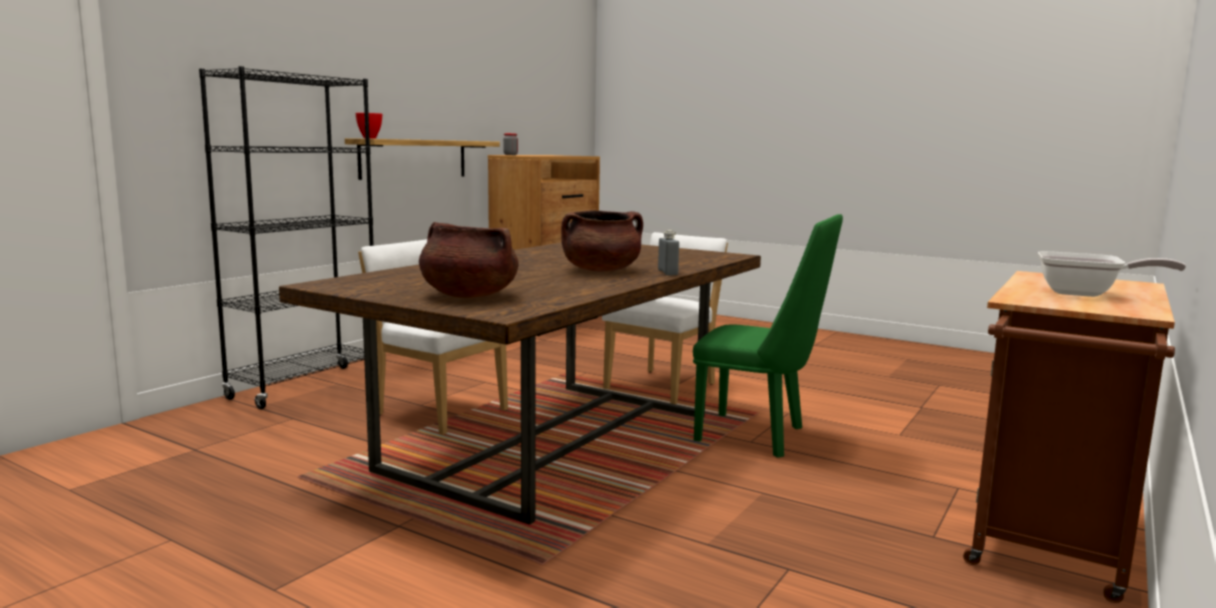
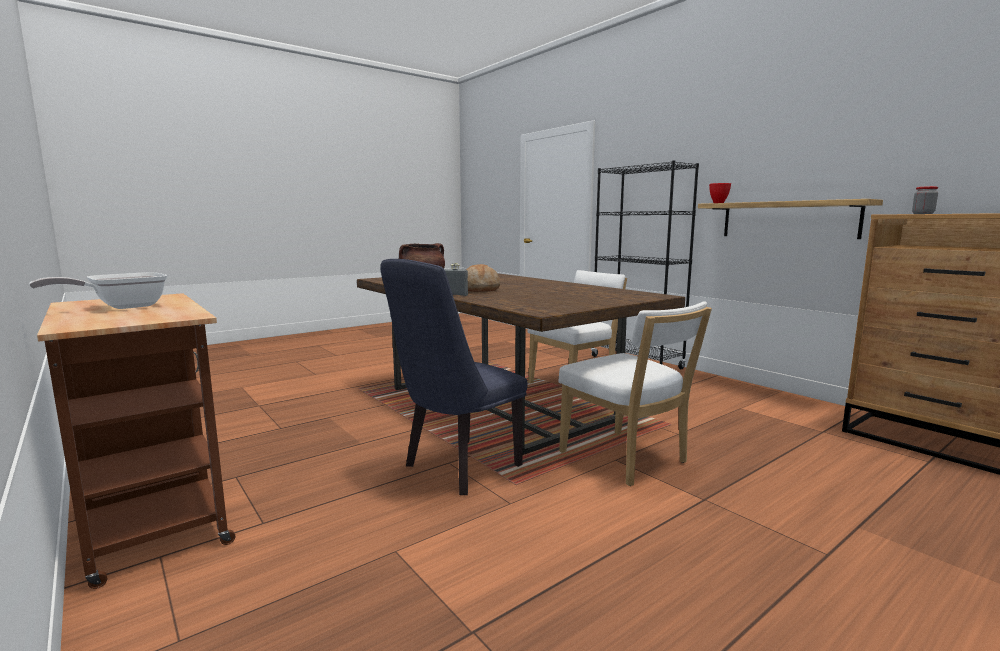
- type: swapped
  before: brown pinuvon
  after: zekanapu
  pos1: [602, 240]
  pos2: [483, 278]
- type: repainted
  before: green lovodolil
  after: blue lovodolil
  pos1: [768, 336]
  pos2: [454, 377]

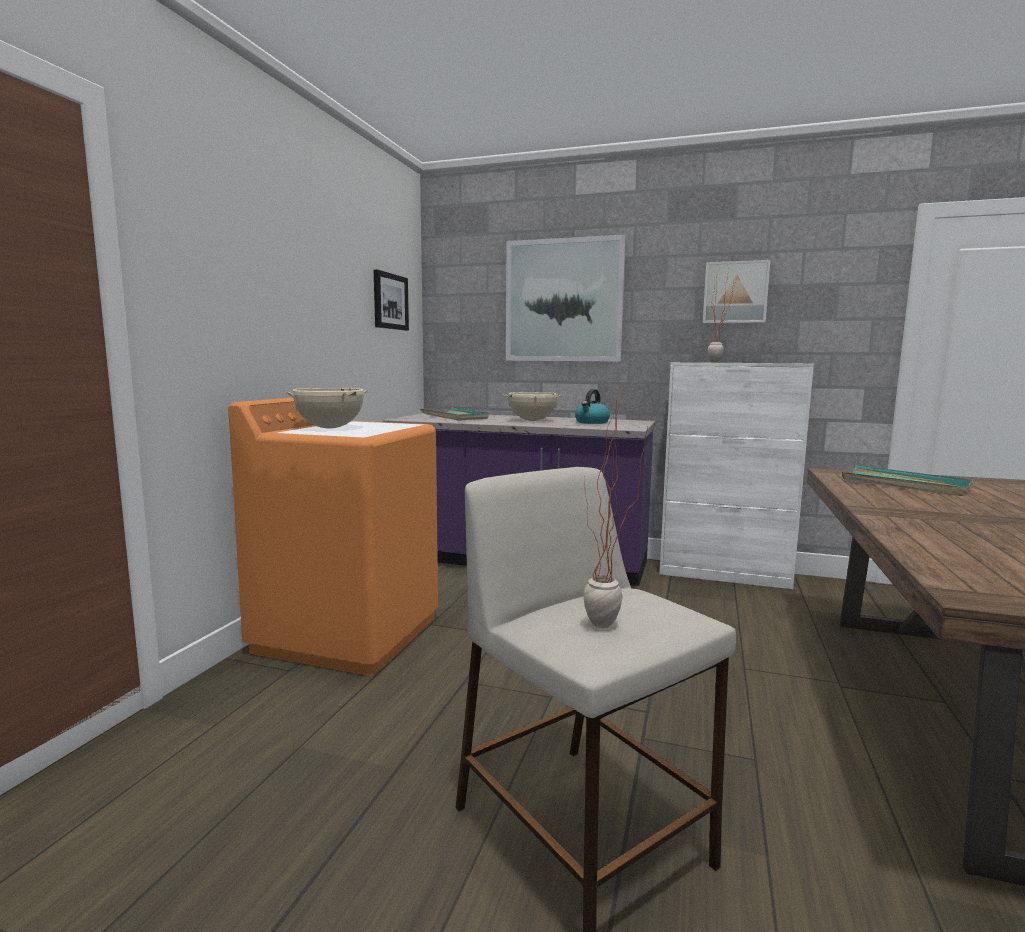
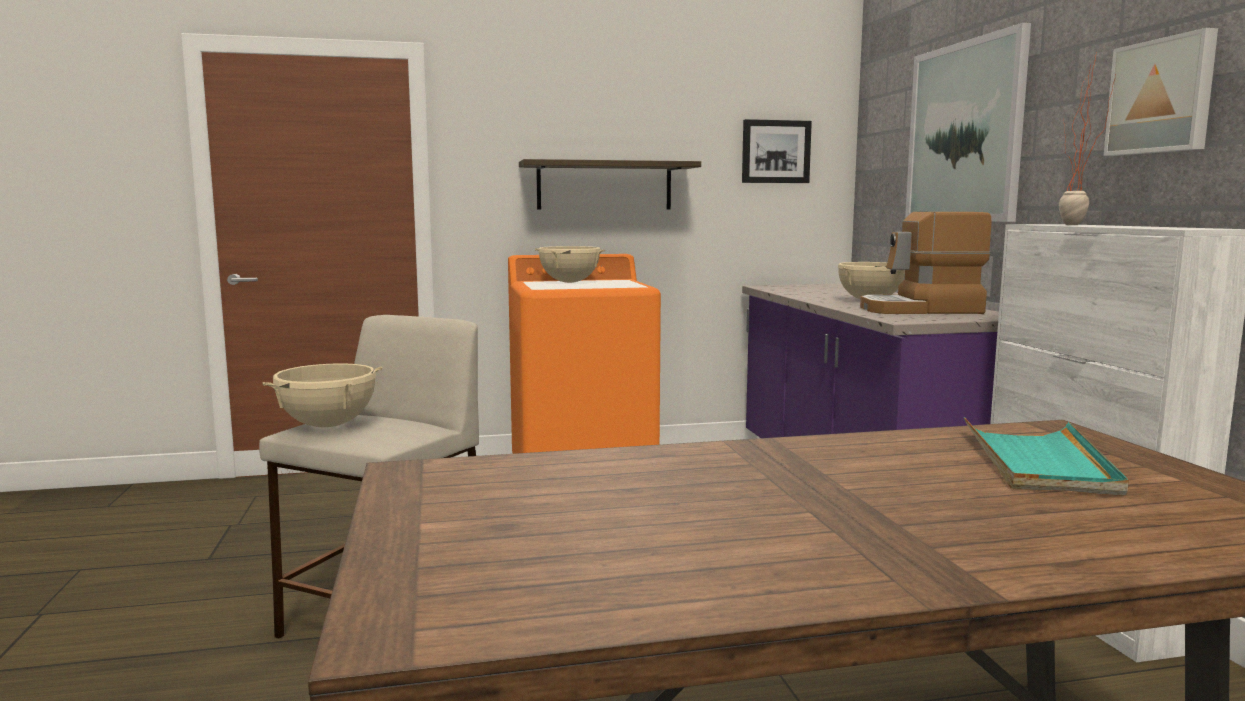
- type: gone
  before: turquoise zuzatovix
  pos1: [454, 414]
- type: swapped
  before: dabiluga
  after: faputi
  pos1: [592, 406]
  pos2: [926, 263]
- type: swapped
  before: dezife
  after: beige pinuvon
  pos1: [615, 507]
  pos2: [322, 395]
- type: new
  after: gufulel
  pos2: [610, 184]

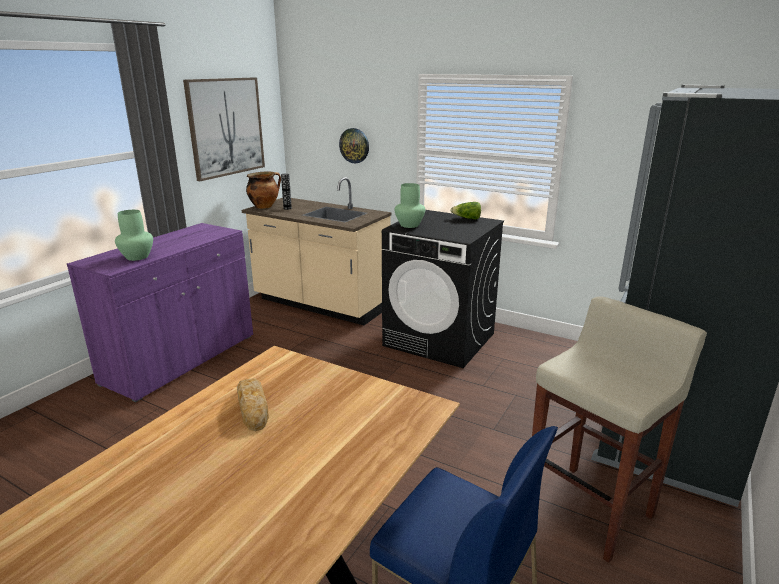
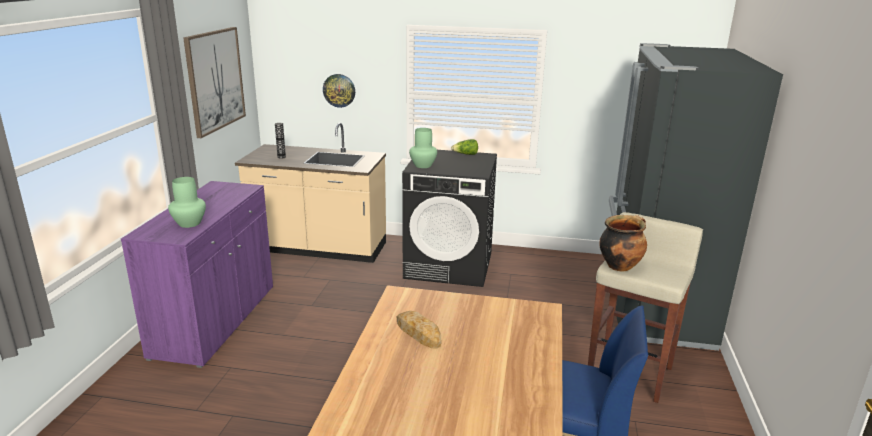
- type: shifted
  before: pinuvon
  pos1: [263, 190]
  pos2: [623, 243]

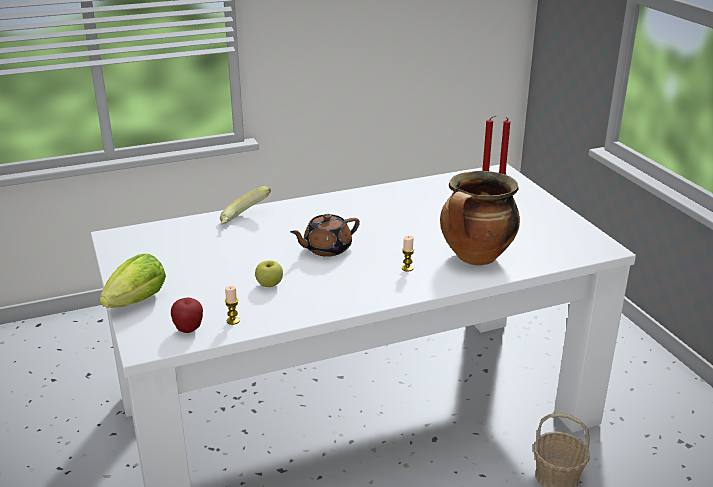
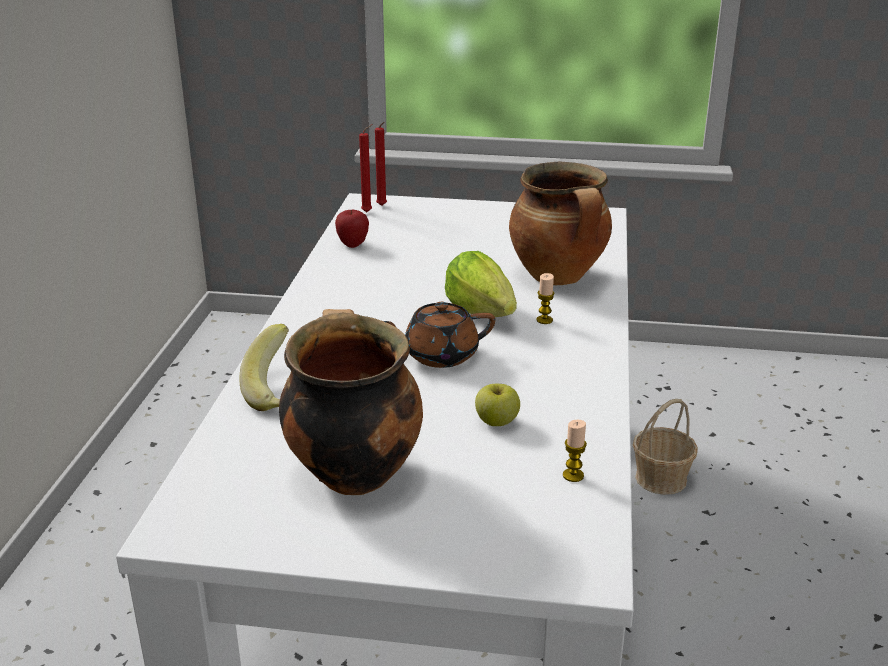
- type: shifted
  before: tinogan
  pos1: [133, 281]
  pos2: [481, 284]
- type: shifted
  before: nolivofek
  pos1: [187, 315]
  pos2: [352, 229]
- type: rotated
  before: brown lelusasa
  pos1: [325, 235]
  pos2: [439, 335]
  turn: 75
- type: new
  after: pinuvon
  pos2: [351, 402]

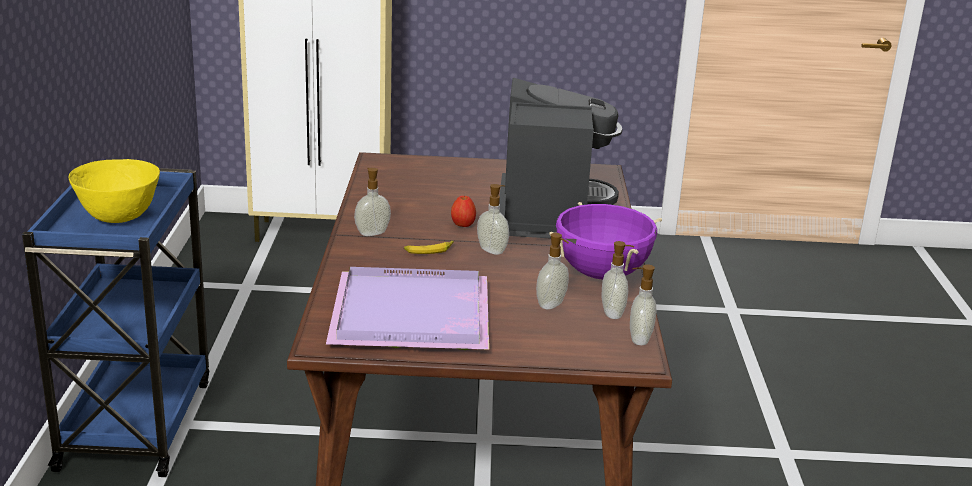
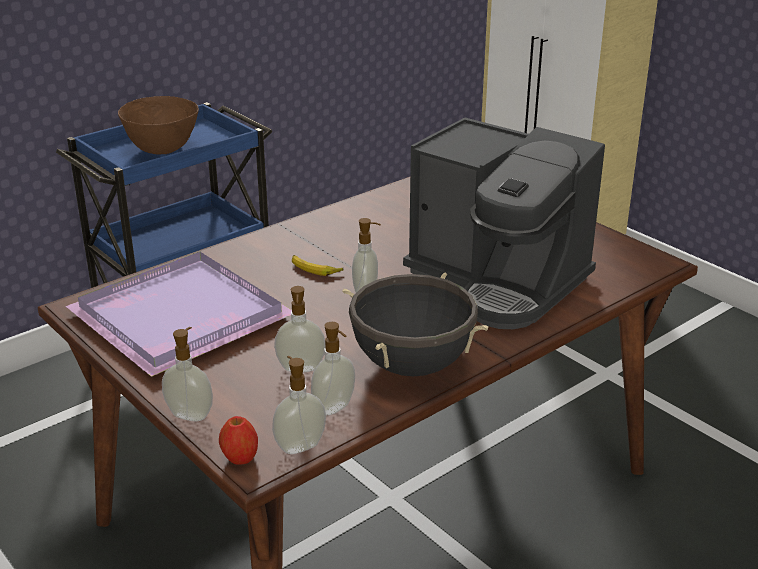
- type: repainted
  before: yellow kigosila
  after: brown kigosila
  pos1: [114, 191]
  pos2: [158, 125]
- type: shifted
  before: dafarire
  pos1: [372, 202]
  pos2: [187, 374]
- type: shifted
  before: nolivofek
  pos1: [463, 211]
  pos2: [238, 440]
- type: rotated
  before: faputi
  pos1: [560, 158]
  pos2: [504, 223]
  turn: 75
- type: repainted
  before: purple pinuvon
  after: black pinuvon
  pos1: [605, 241]
  pos2: [415, 324]

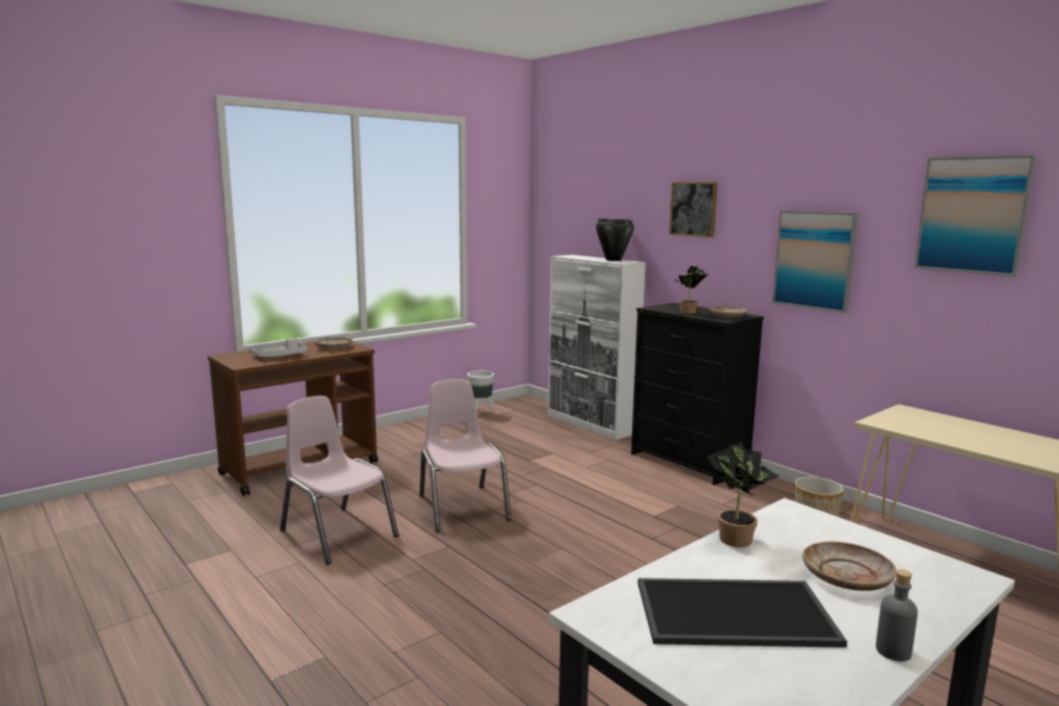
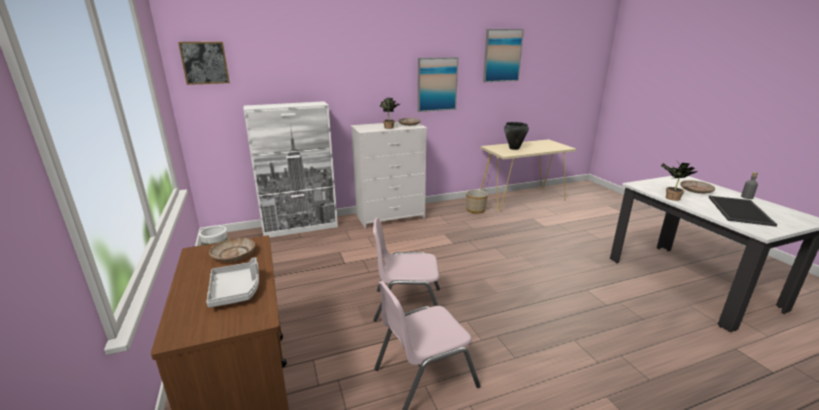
- type: shifted
  before: black pinuvon
  pos1: [615, 240]
  pos2: [516, 136]
- type: repainted
  before: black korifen
  after: white korifen
  pos1: [697, 394]
  pos2: [389, 175]
- type: shifted
  before: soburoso
  pos1: [693, 209]
  pos2: [204, 63]

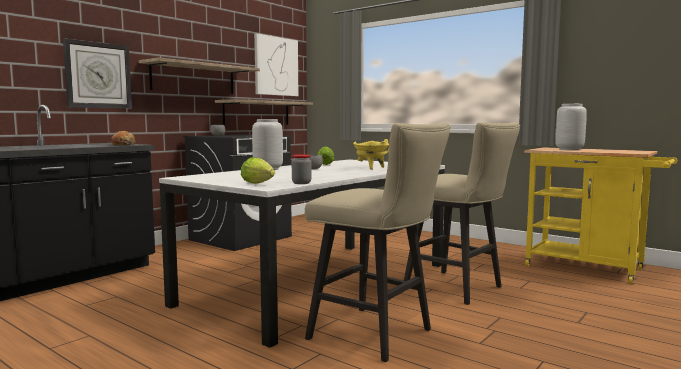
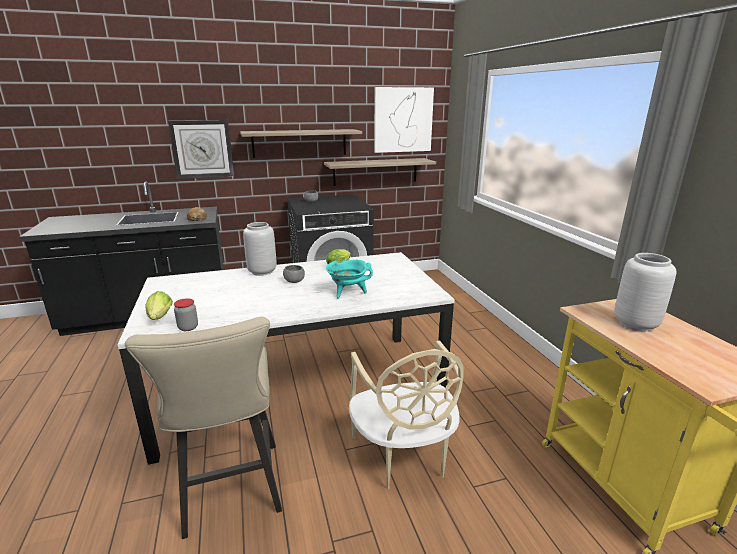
- type: repainted
  before: yellow pinuvon
  after: turquoise pinuvon
  pos1: [371, 154]
  pos2: [349, 279]
- type: swapped
  before: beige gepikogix
  after: beige lovodolil
  pos1: [462, 213]
  pos2: [406, 415]

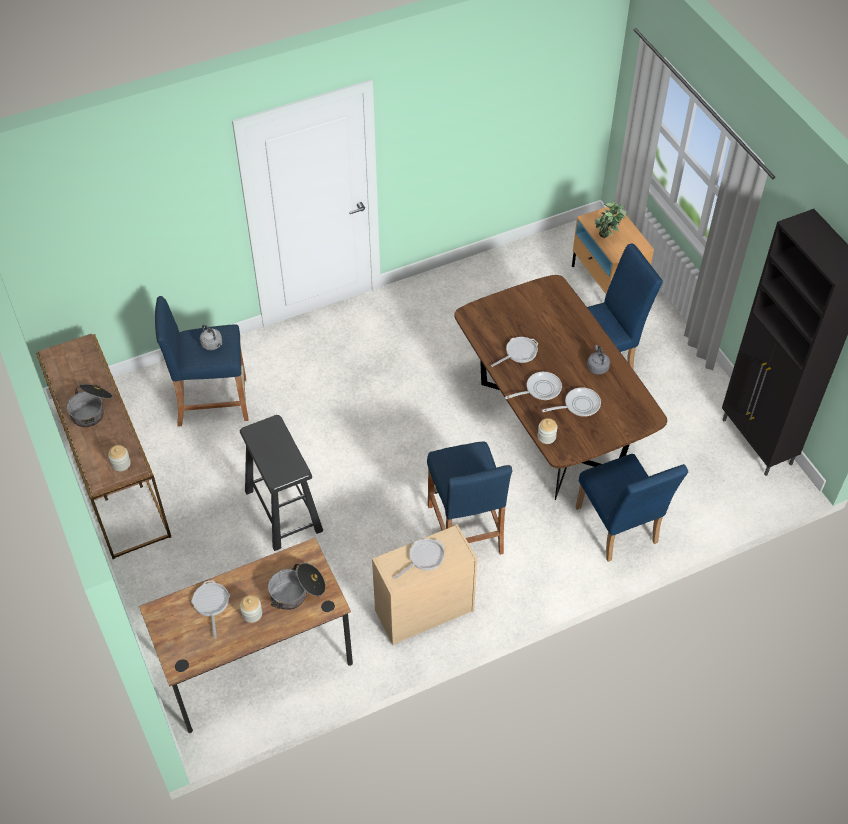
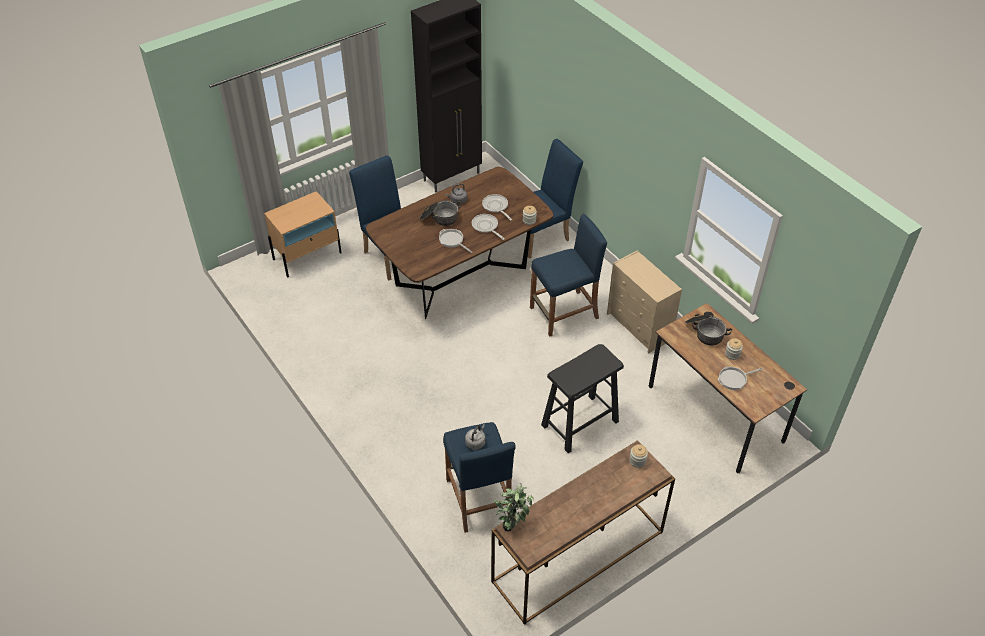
- type: shifted
  before: pinuvon
  pos1: [89, 405]
  pos2: [440, 213]
- type: gone
  before: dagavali
  pos1: [419, 559]
- type: shifted
  before: dezife
  pos1: [610, 220]
  pos2: [514, 507]

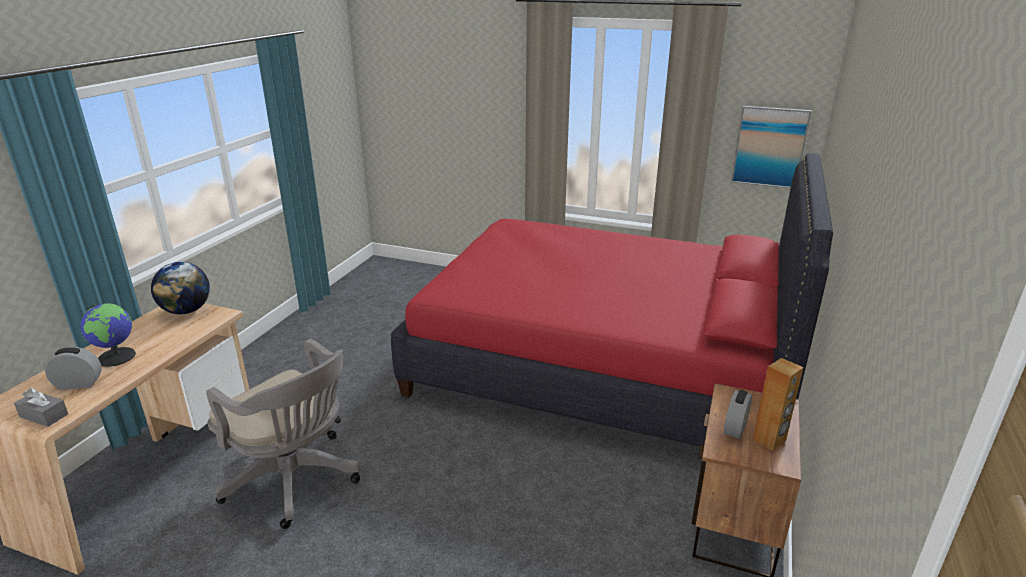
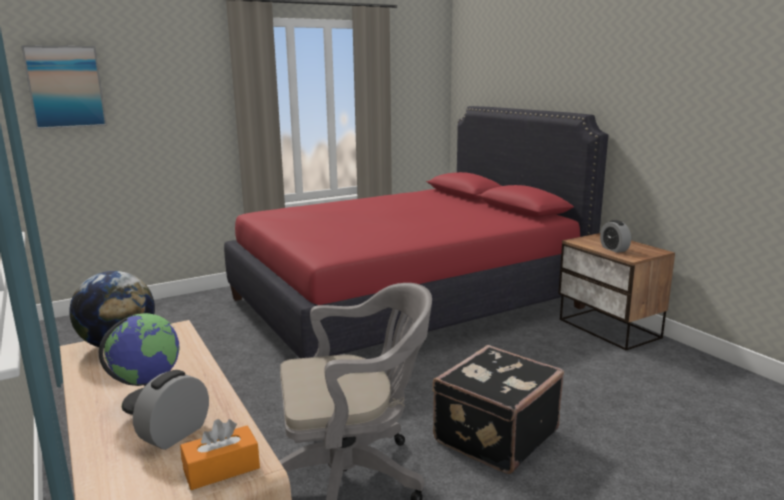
- type: repainted
  before: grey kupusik
  after: orange kupusik
  pos1: [41, 407]
  pos2: [220, 454]
- type: shifted
  before: soburoso
  pos1: [771, 147]
  pos2: [64, 87]
- type: gone
  before: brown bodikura
  pos1: [778, 404]
- type: new
  after: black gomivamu
  pos2: [498, 409]

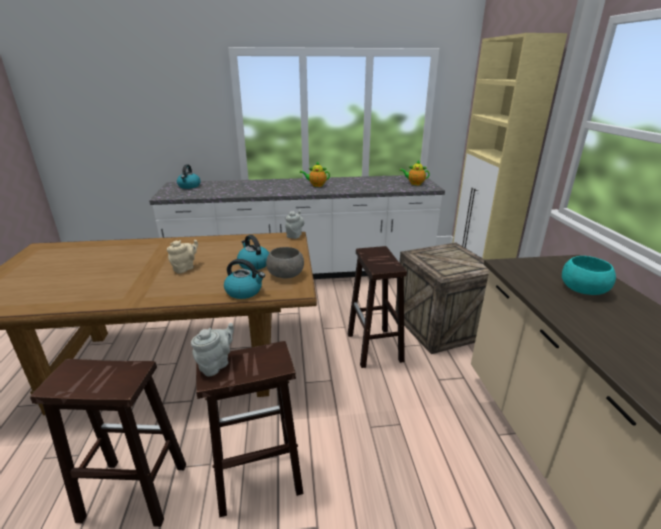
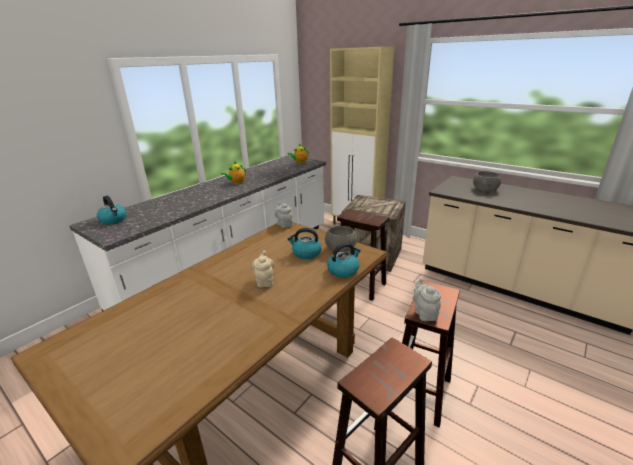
- type: repainted
  before: turquoise kigosila
  after: grey kigosila
  pos1: [589, 275]
  pos2: [487, 181]

